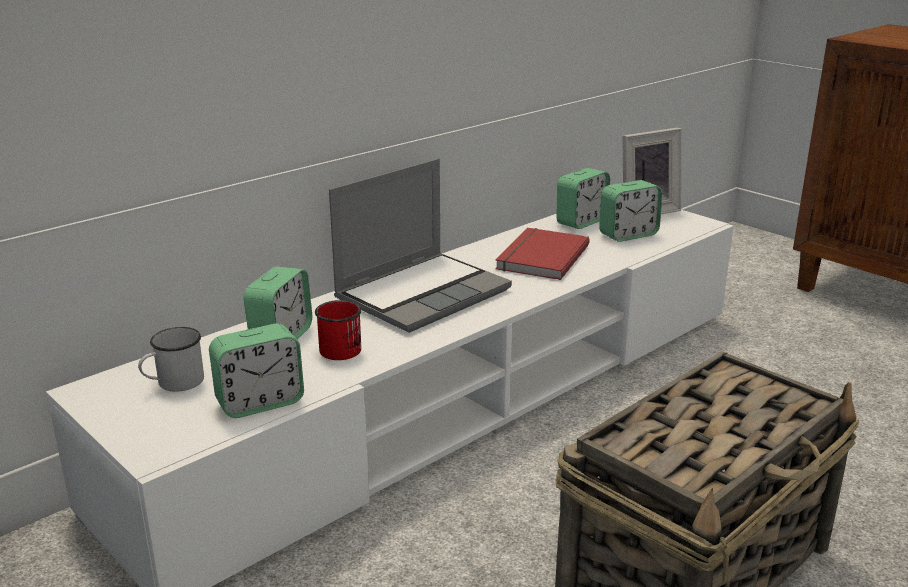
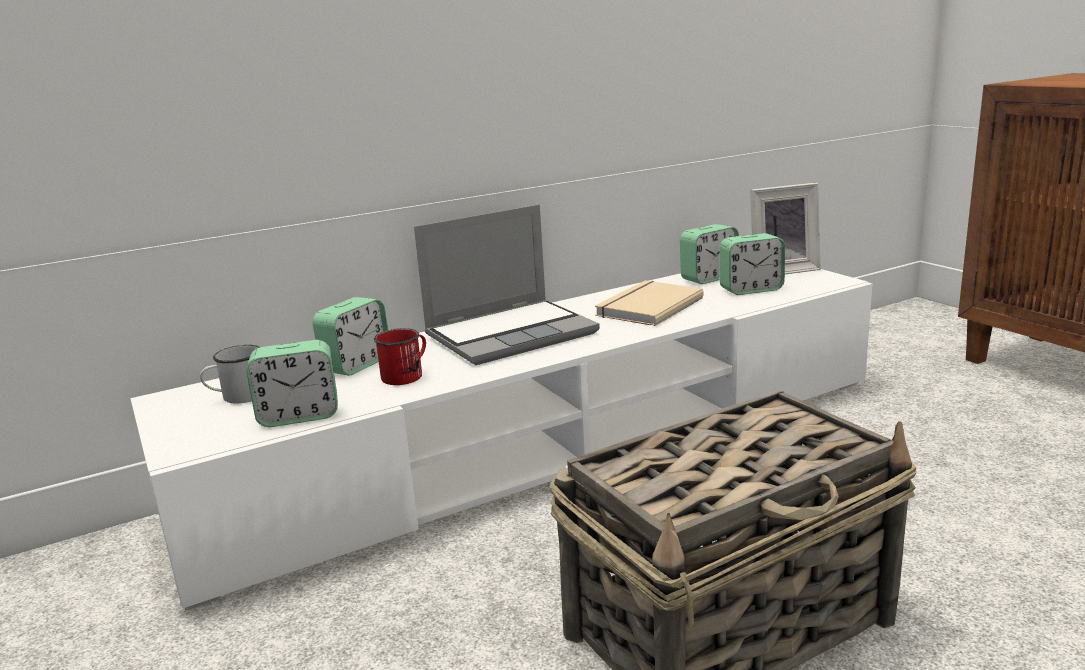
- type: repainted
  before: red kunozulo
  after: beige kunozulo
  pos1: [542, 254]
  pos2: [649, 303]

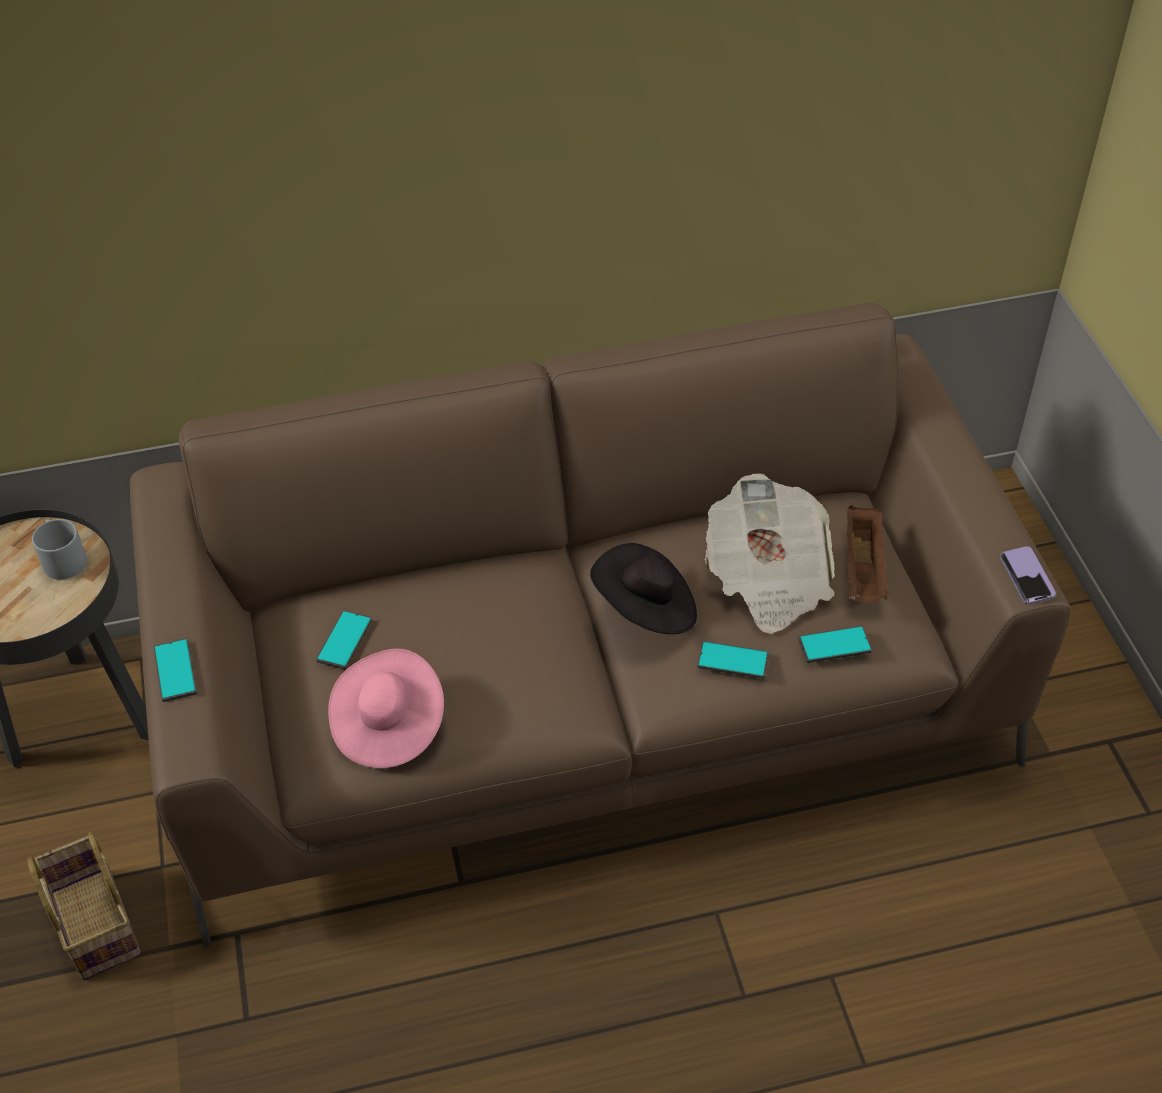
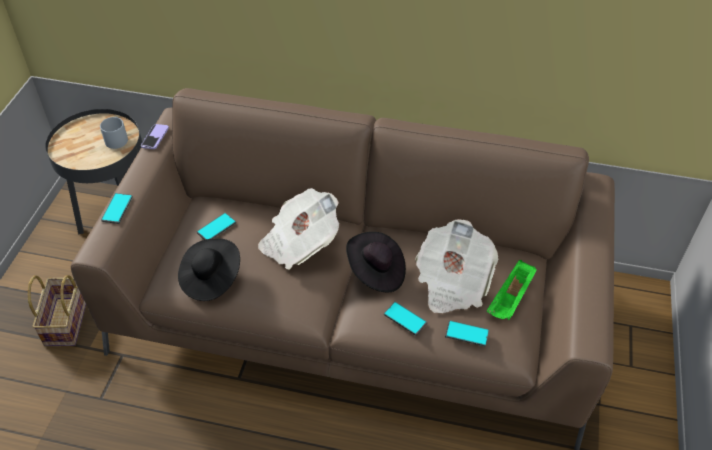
- type: repainted
  before: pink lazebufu
  after: black lazebufu
  pos1: [386, 708]
  pos2: [209, 269]
- type: repainted
  before: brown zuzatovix
  after: green zuzatovix
  pos1: [868, 554]
  pos2: [512, 290]
- type: shifted
  before: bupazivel
  pos1: [1028, 575]
  pos2: [155, 136]
- type: new
  after: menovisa
  pos2: [298, 229]

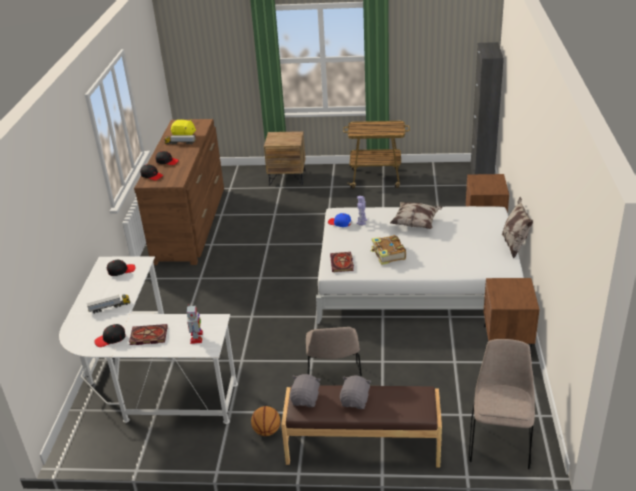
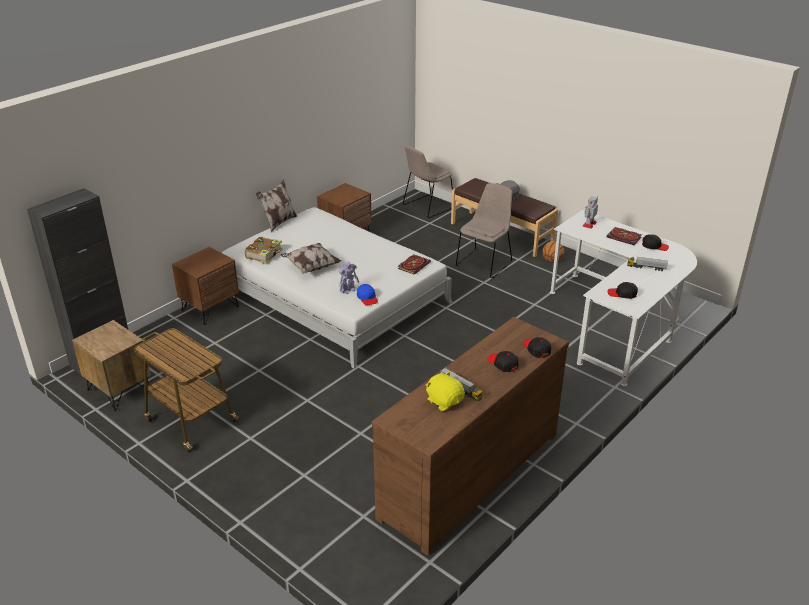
- type: shifted
  before: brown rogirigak
  pos1: [285, 158]
  pos2: [111, 365]
- type: gone
  before: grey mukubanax
  pos1: [305, 390]
- type: shifted
  before: kunozulo
  pos1: [388, 250]
  pos2: [264, 250]

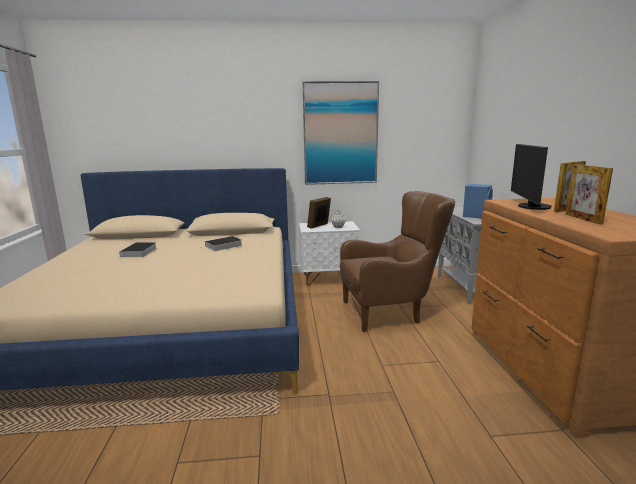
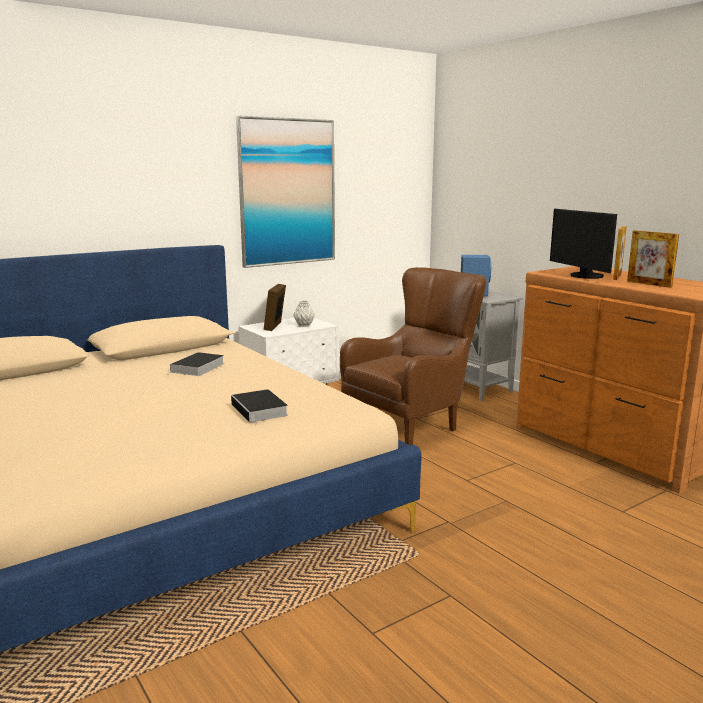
- type: shifted
  before: kunozulo
  pos1: [138, 251]
  pos2: [259, 407]

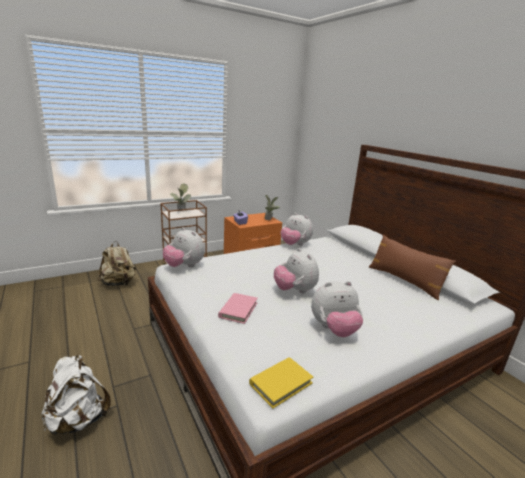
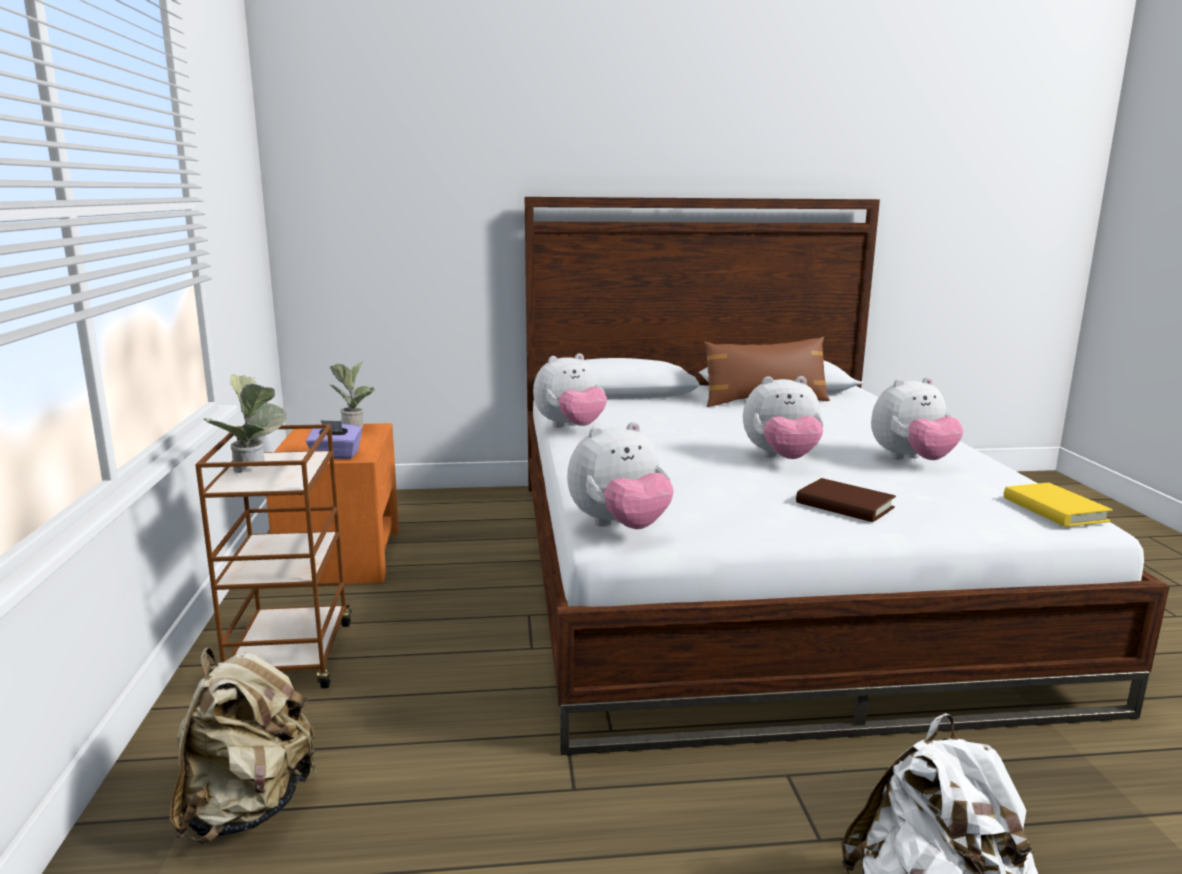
- type: repainted
  before: pink kunozulo
  after: brown kunozulo
  pos1: [238, 308]
  pos2: [846, 500]
- type: rotated
  before: mukubanax
  pos1: [337, 309]
  pos2: [917, 418]
  turn: 60

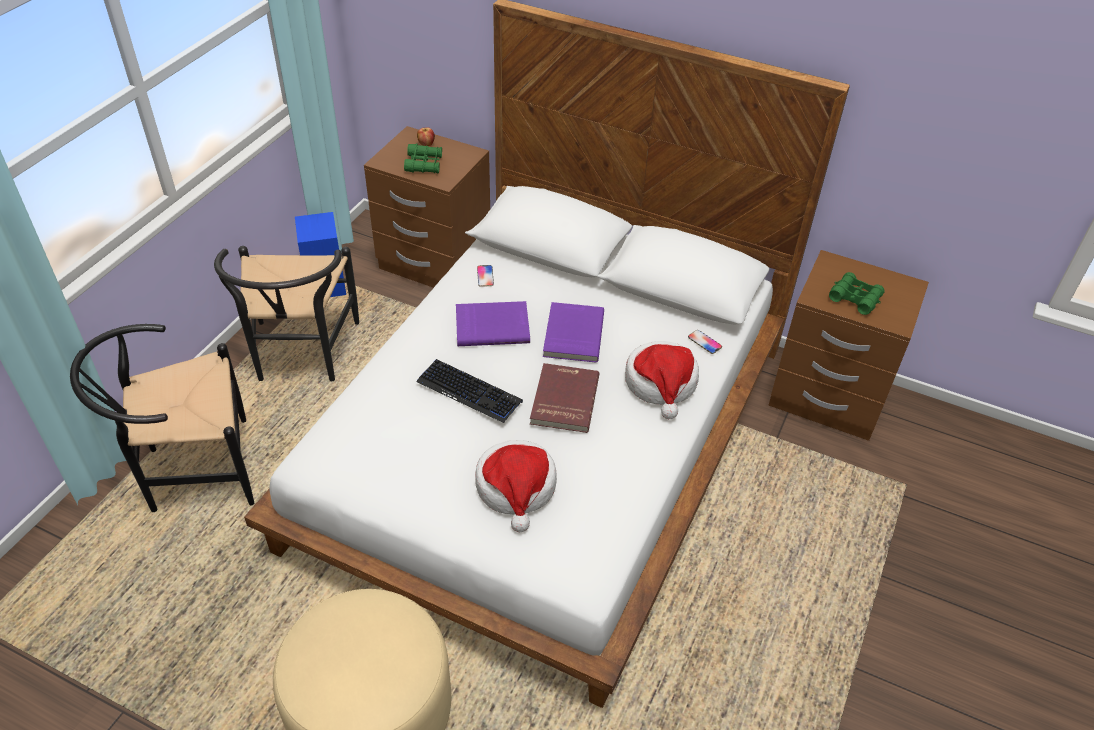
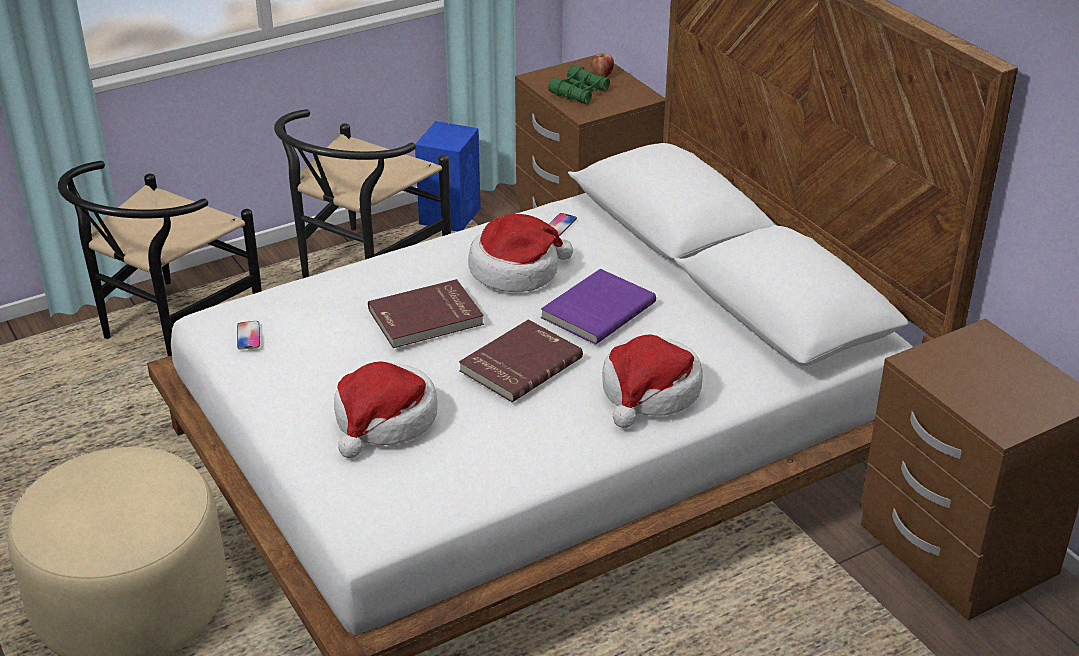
- type: rotated
  before: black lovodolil
  pos1: [162, 418]
  pos2: [160, 258]
  turn: -75
- type: swapped
  before: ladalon
  after: red kunozulo
  pos1: [469, 391]
  pos2: [426, 313]
- type: swapped
  before: purple kunozulo
  after: lazebufu
  pos1: [493, 323]
  pos2: [520, 253]
- type: shifted
  before: bupazivel
  pos1: [705, 342]
  pos2: [248, 335]
- type: gone
  before: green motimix
  pos1: [856, 293]

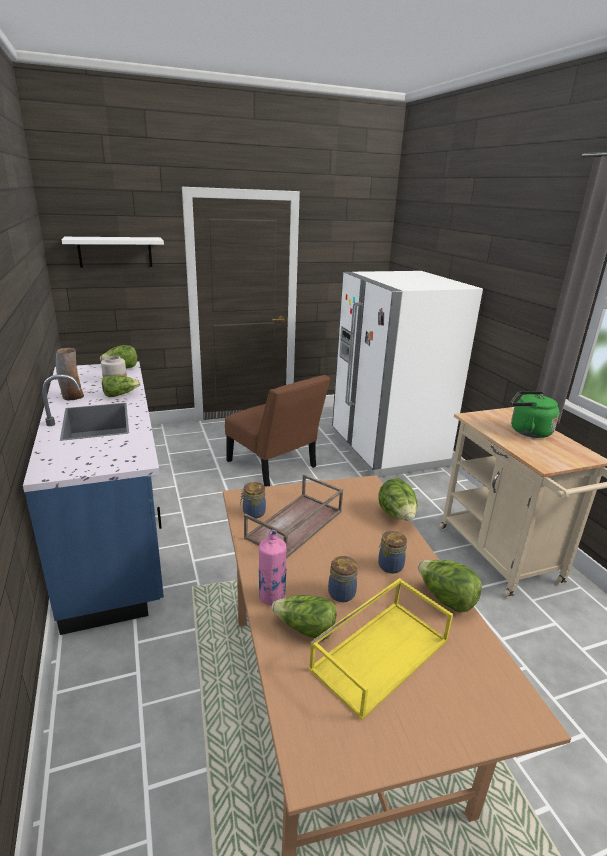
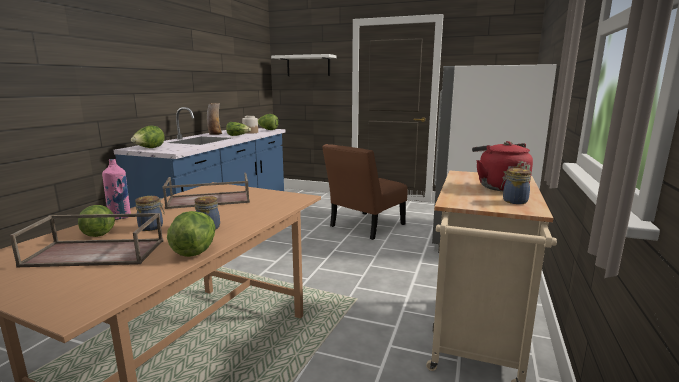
- type: rotated
  before: brown lovodolil
  pos1: [277, 431]
  pos2: [364, 192]
  turn: 45
- type: shifted
  before: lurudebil
  pos1: [253, 500]
  pos2: [516, 186]
- type: repainted
  before: yellow zuzatovix
  after: brown zuzatovix
  pos1: [381, 649]
  pos2: [86, 240]
- type: shifted
  before: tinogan
  pos1: [397, 499]
  pos2: [148, 137]
- type: repainted
  before: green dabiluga
  after: red dabiluga
  pos1: [534, 414]
  pos2: [502, 166]

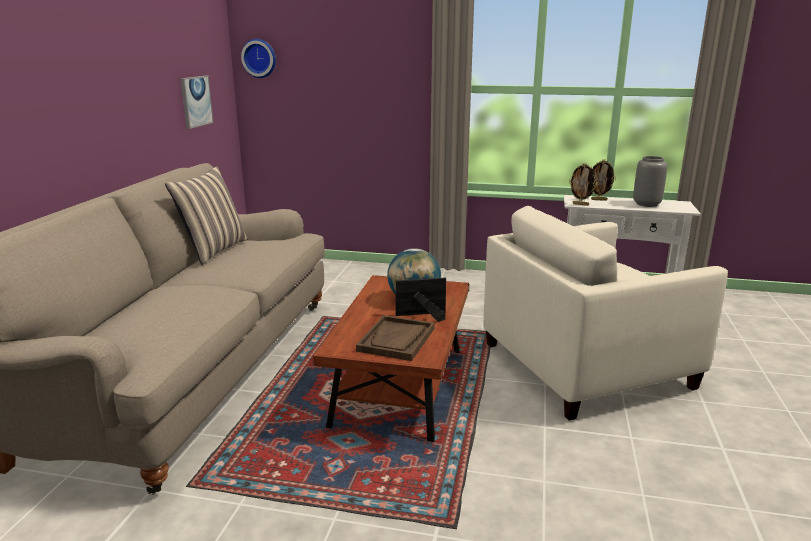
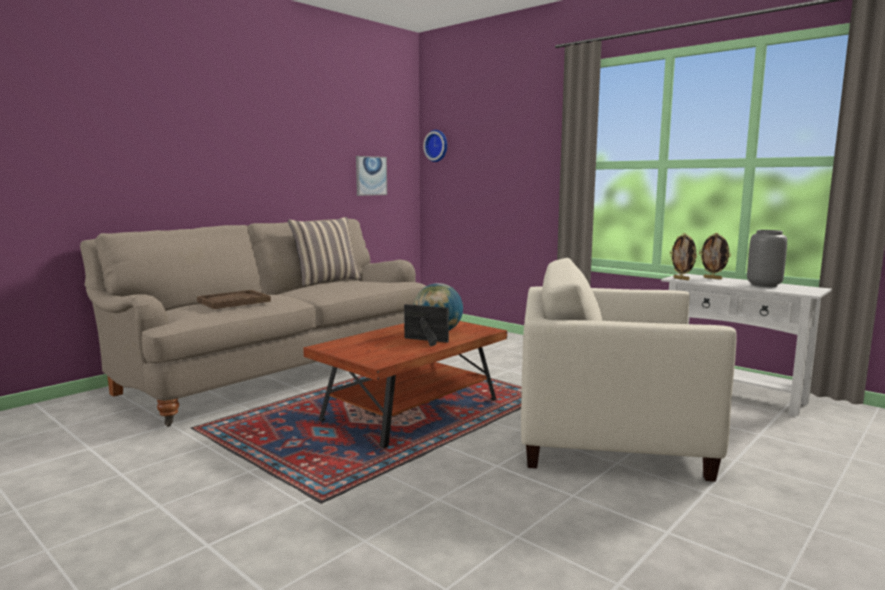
- type: shifted
  before: brown zuzatovix
  pos1: [395, 338]
  pos2: [234, 299]

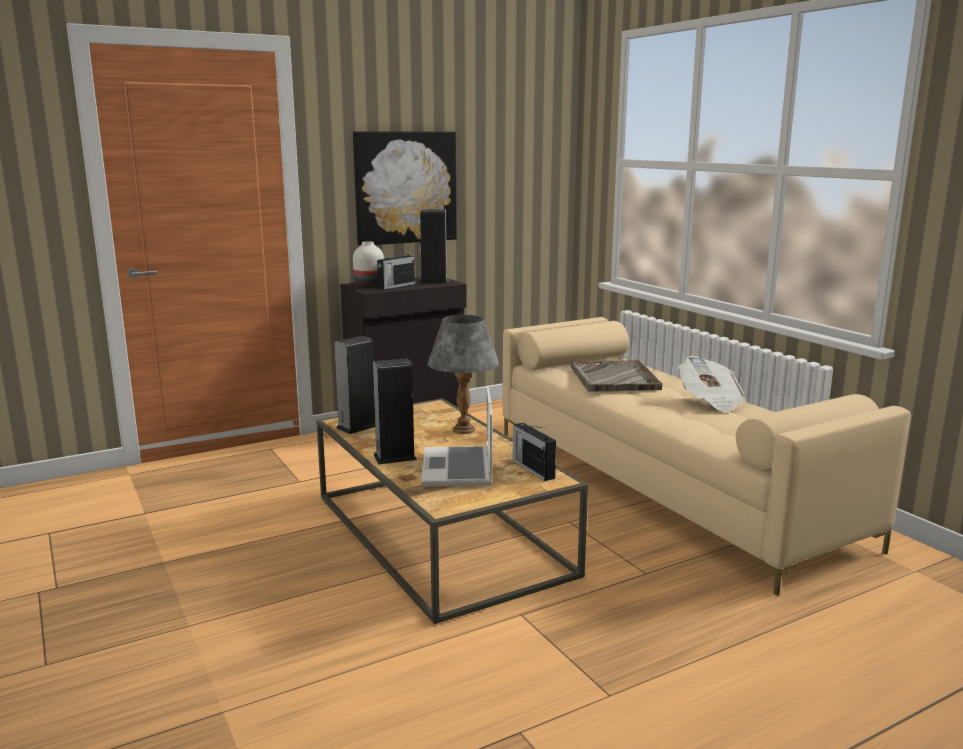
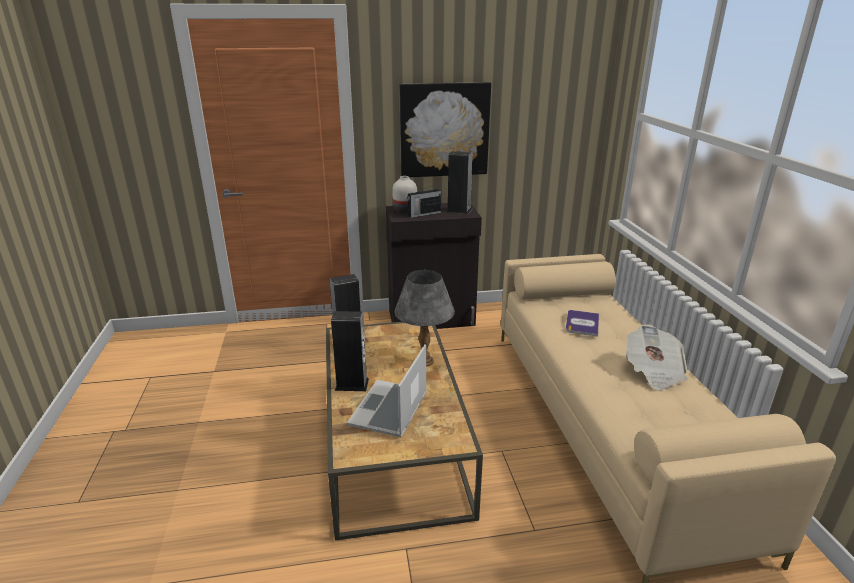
- type: gone
  before: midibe
  pos1: [534, 452]
- type: swapped
  before: grey zuzatovix
  after: kunozulo
  pos1: [617, 376]
  pos2: [582, 323]

